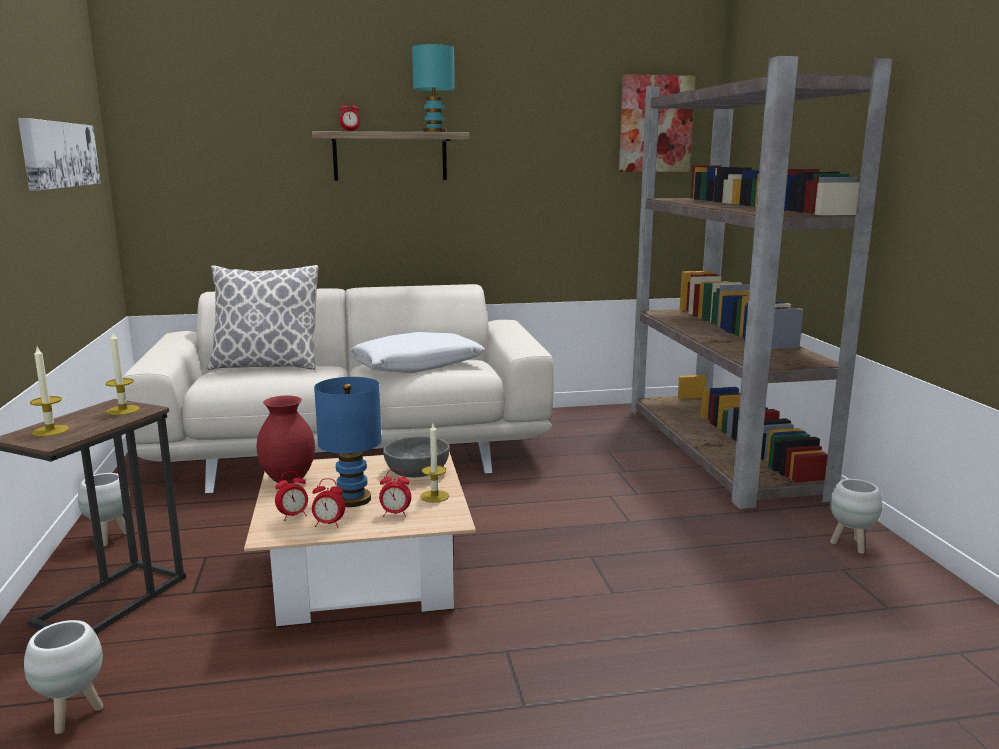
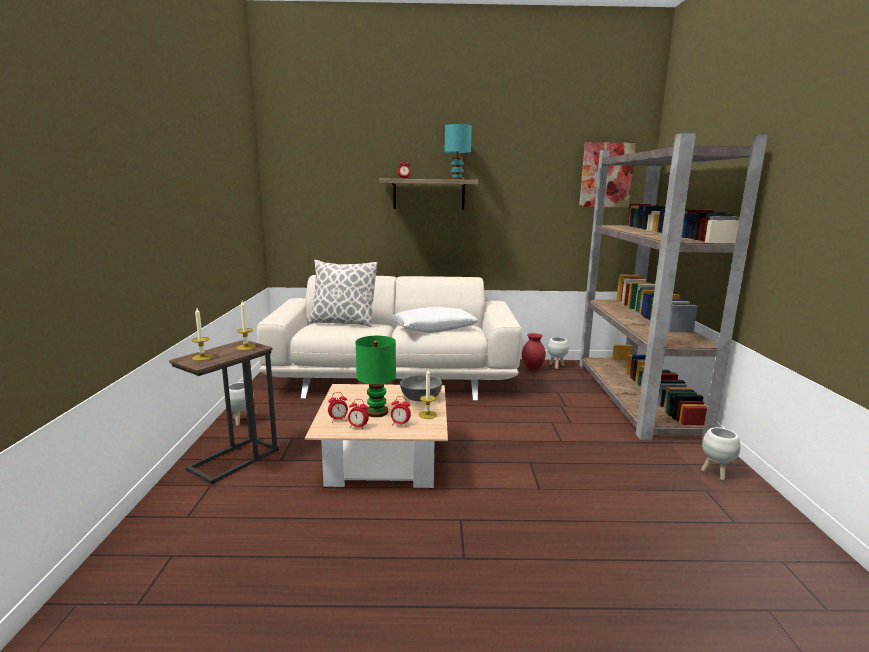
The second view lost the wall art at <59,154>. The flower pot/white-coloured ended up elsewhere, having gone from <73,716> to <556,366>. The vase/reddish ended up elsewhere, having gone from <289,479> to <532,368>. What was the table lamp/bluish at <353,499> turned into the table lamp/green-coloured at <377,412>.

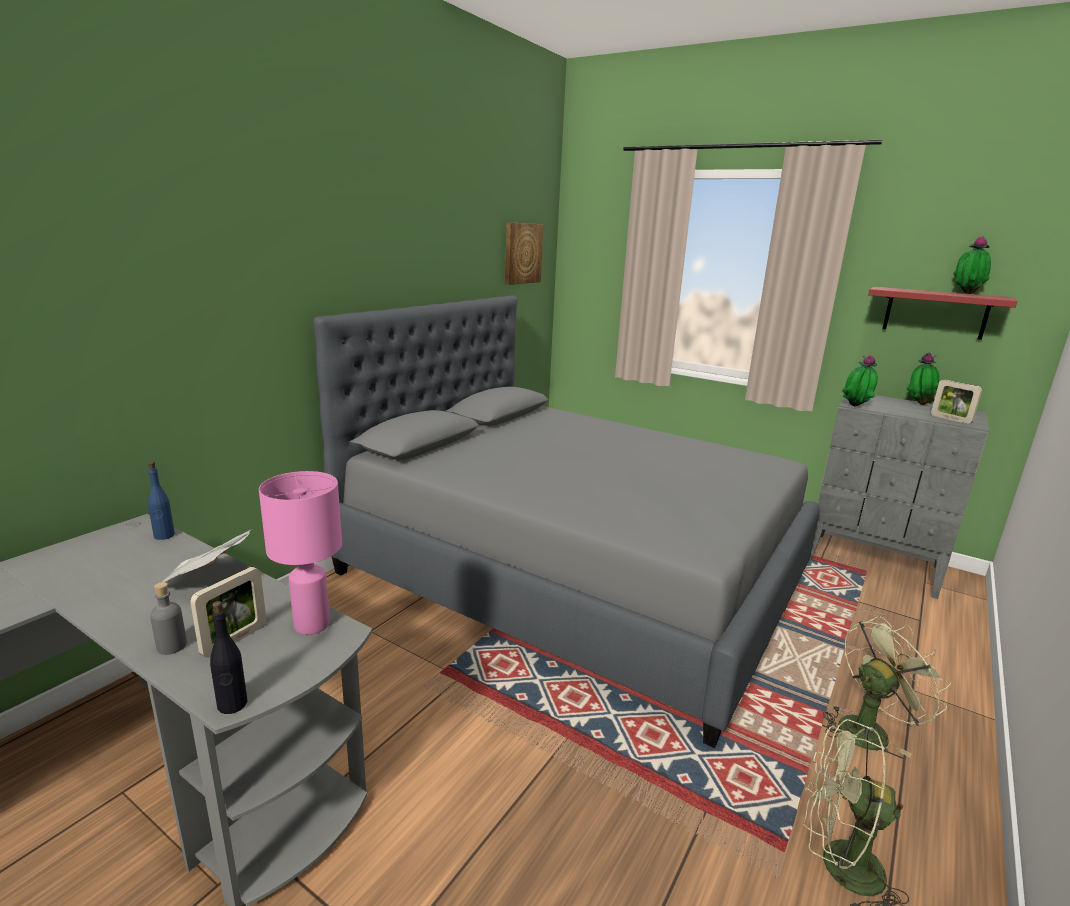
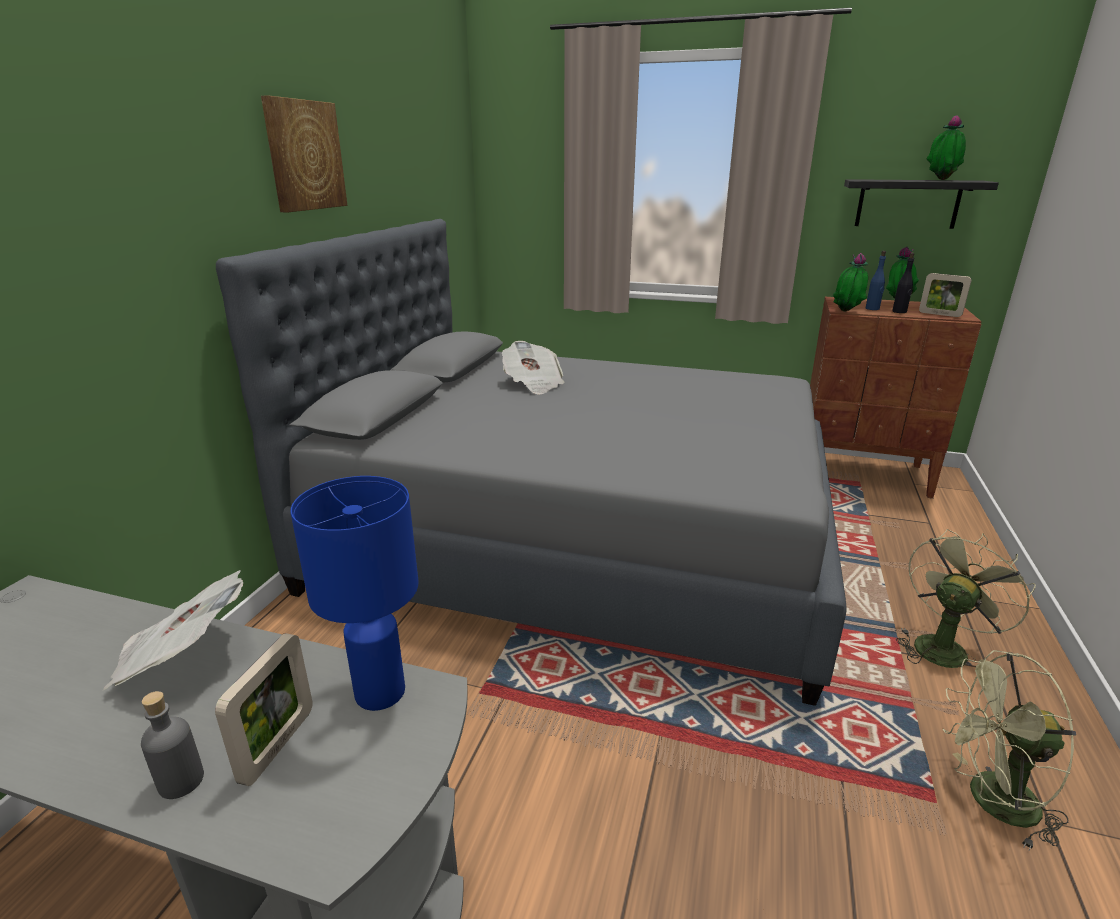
The drink bottle/bluish ended up elsewhere, having gone from <164,536> to <872,309>. The drink bottle/blackish ended up elsewhere, having gone from <232,705> to <899,312>. What was the table lamp/pinkish at <313,625> turned into the table lamp/bluish at <381,692>. The wall art ended up elsewhere, having gone from <522,253> to <304,155>. What was the drawer chest/gray at <873,565> turned into the drawer chest/brown-coloured at <862,475>. What was the wall shelf/reddish at <935,313> turned into the wall shelf/blackish at <907,203>. The second view gained the daily paper at <533,384>.

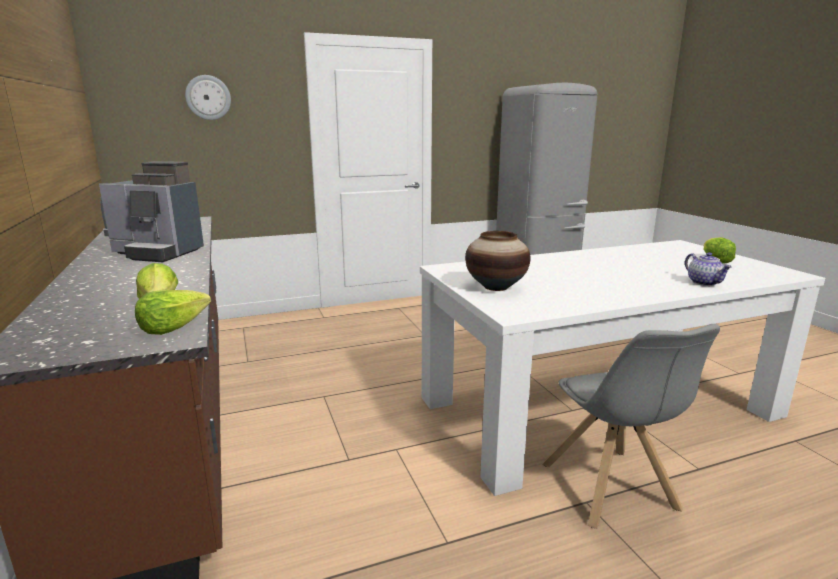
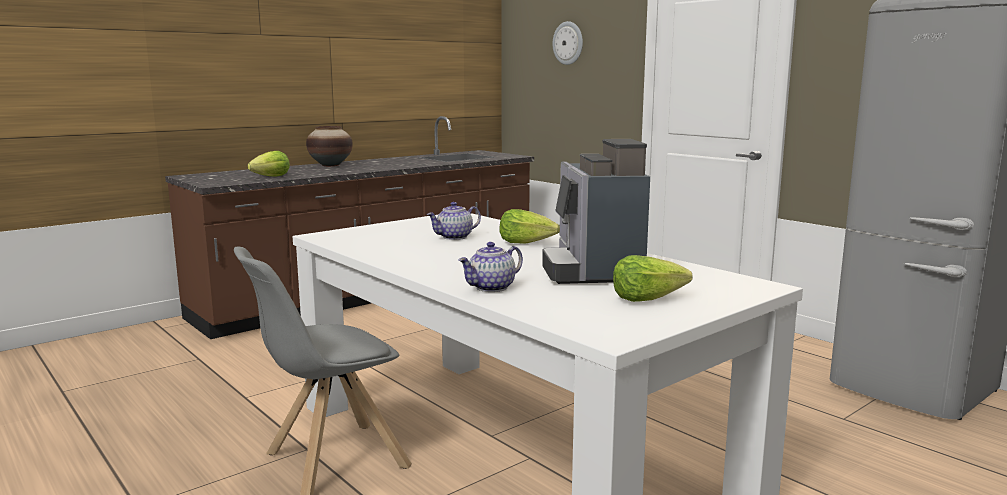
The coffee maker ended up elsewhere, having gone from <158,253> to <592,271>. The head of lettuce ended up elsewhere, having gone from <173,327> to <527,243>. The vase ended up elsewhere, having gone from <495,287> to <330,165>. The second view gained the teapot at <454,237>.

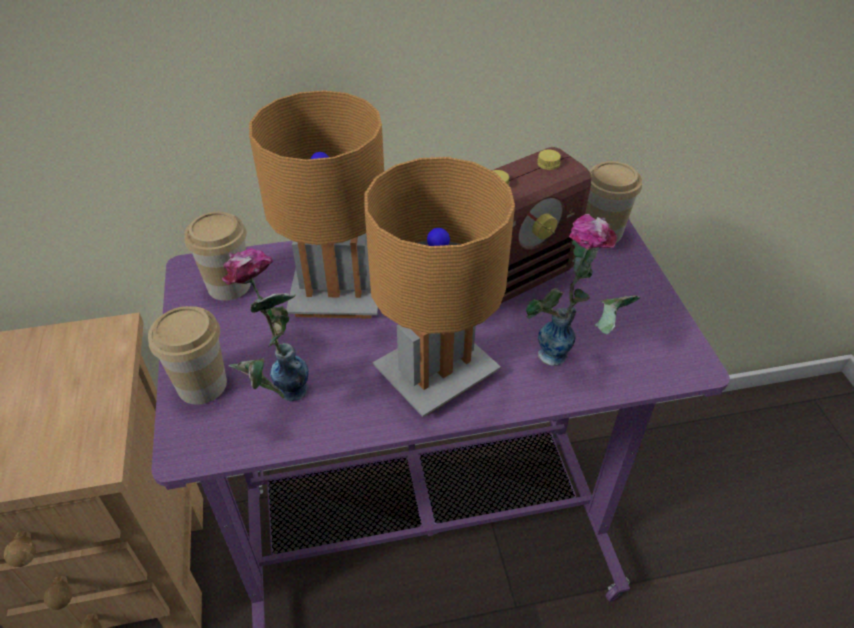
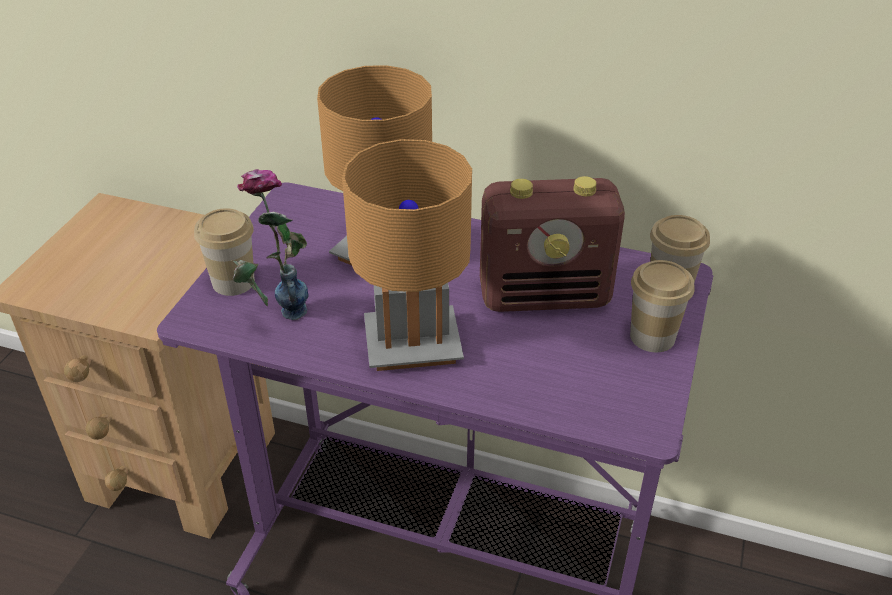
The drinking cup ended up elsewhere, having gone from <229,285> to <652,337>. The second view lost the vase at <572,362>.

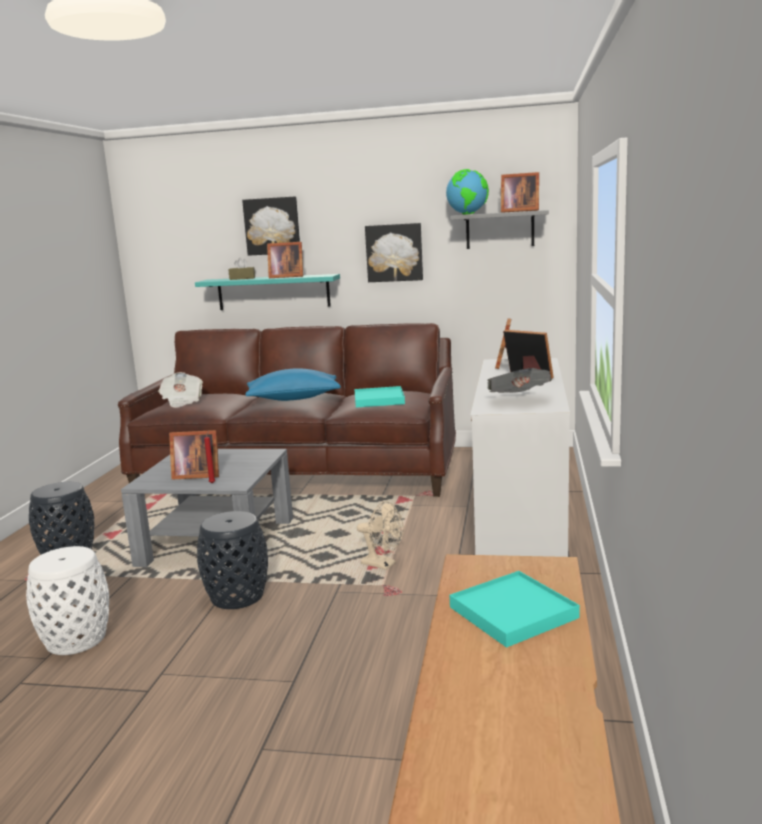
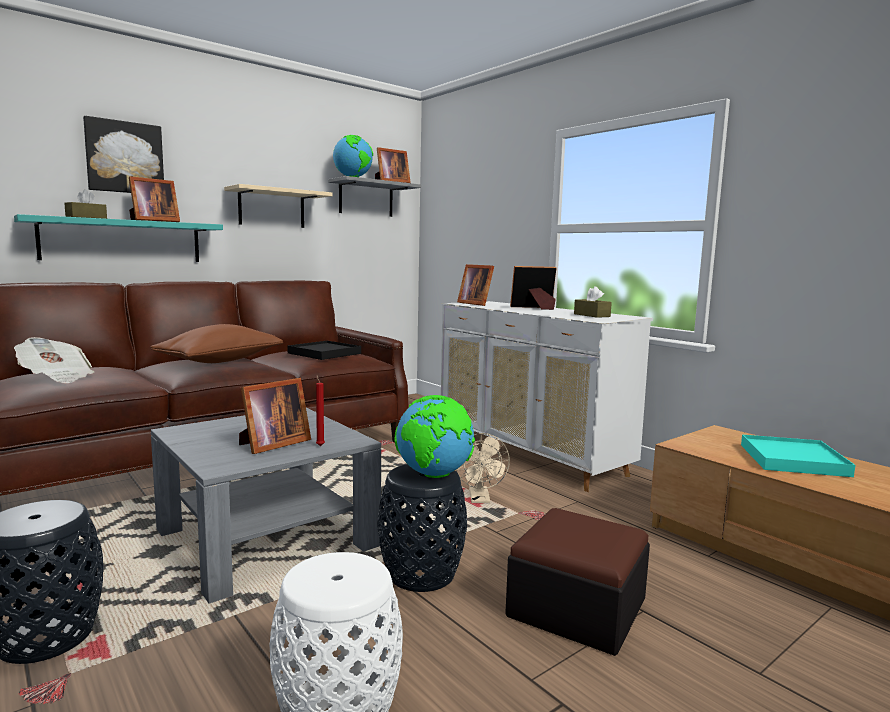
What was the cushion/bluish at <293,398> turned into the cushion/brown-coloured at <220,361>. What was the serving tray/turquoise-coloured at <379,400> turned into the serving tray/blackish at <324,353>. The fan/sand-coloured at <383,564> ended up facing another way, 105 degrees clockwise from before. Where the wall art hung at <394,252>, the wall shelf/sand-coloured came to hang at <271,208>. Where the daily paper stood at <518,399>, the tissue box/brown-coloured came to stand at <591,315>. The second view gained the desk globe at <434,475>. The second view gained the ottoman at <577,608>.

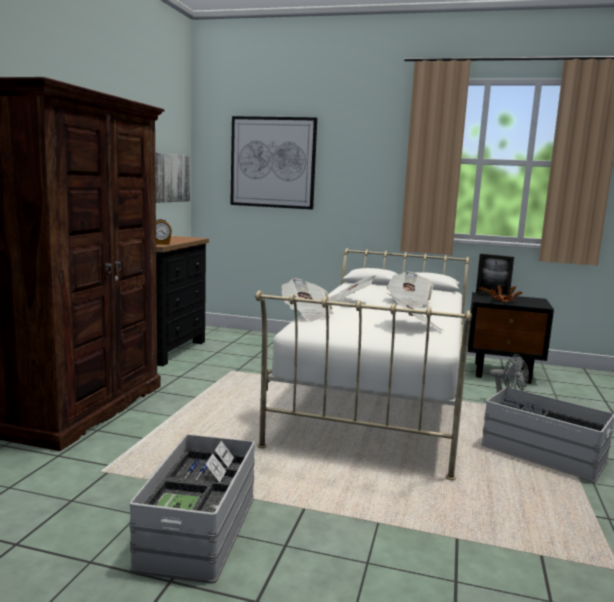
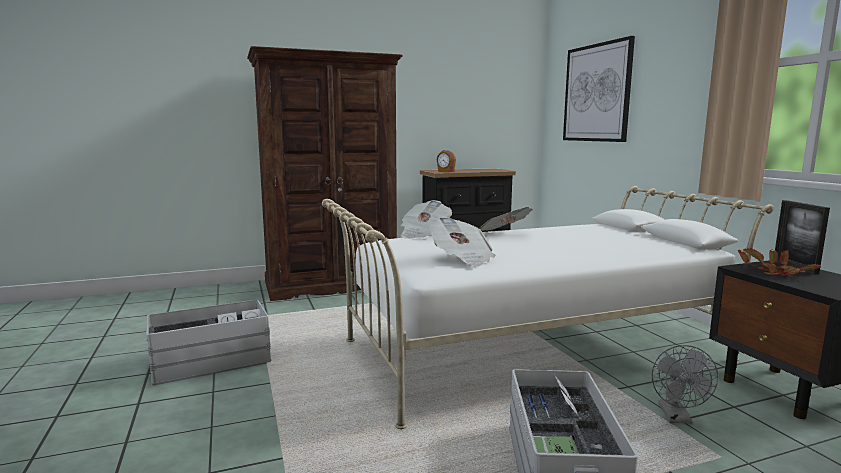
The second view lost the wall art at <169,178>. The second view lost the daily paper at <408,302>.

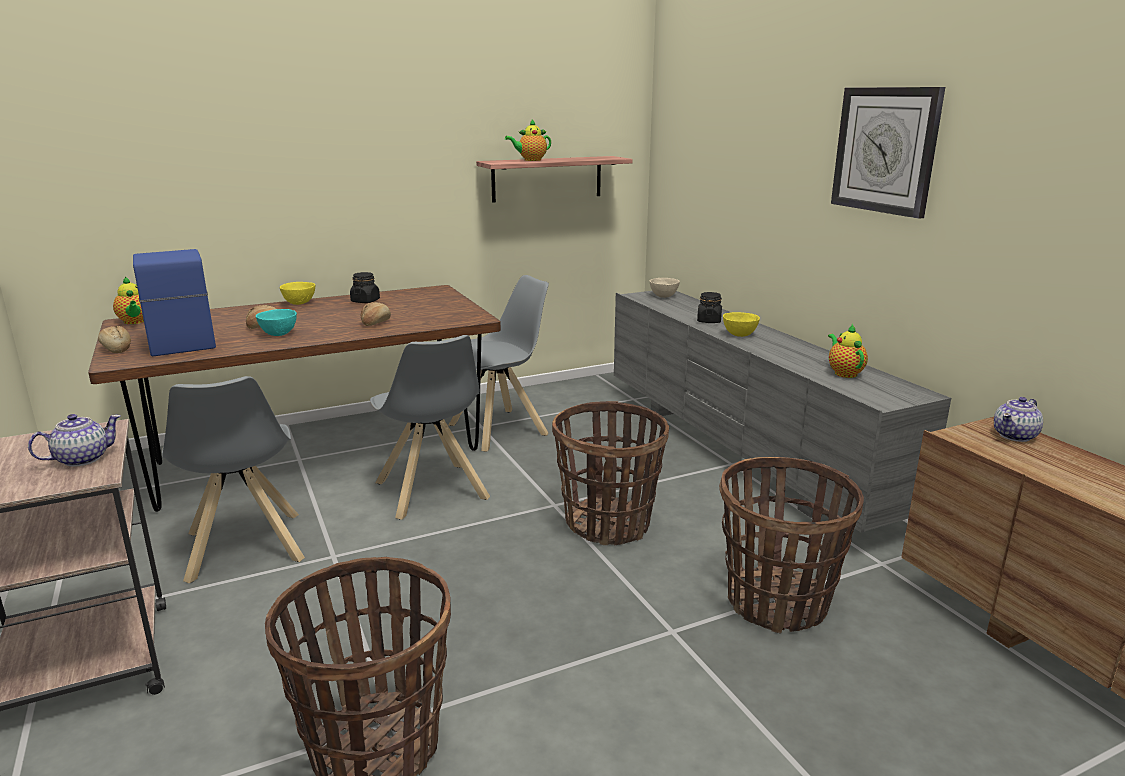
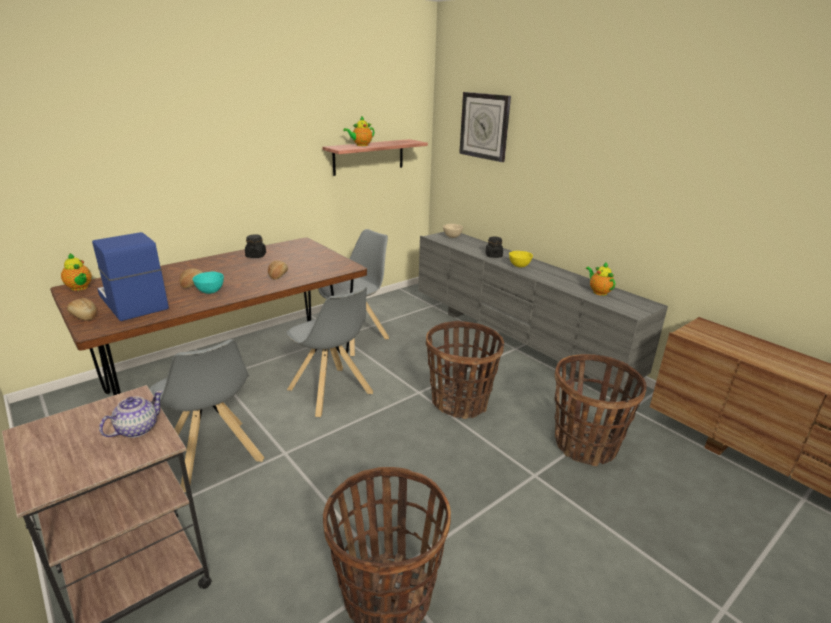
The second view lost the serving bowl/yellow at <300,303>. The wall clock ended up elsewhere, having gone from <885,150> to <484,126>. The second view lost the teapot at <1015,436>.

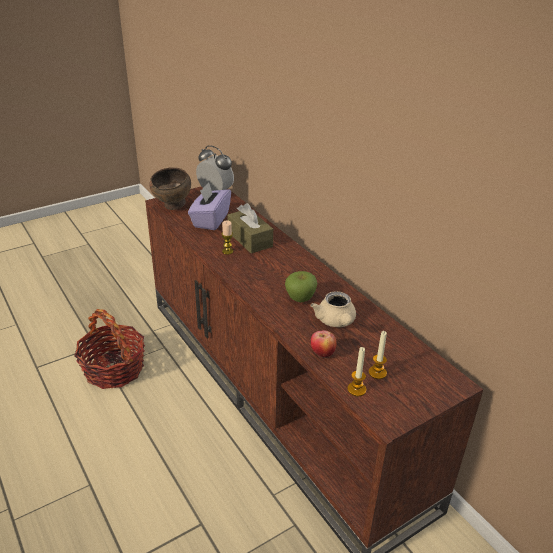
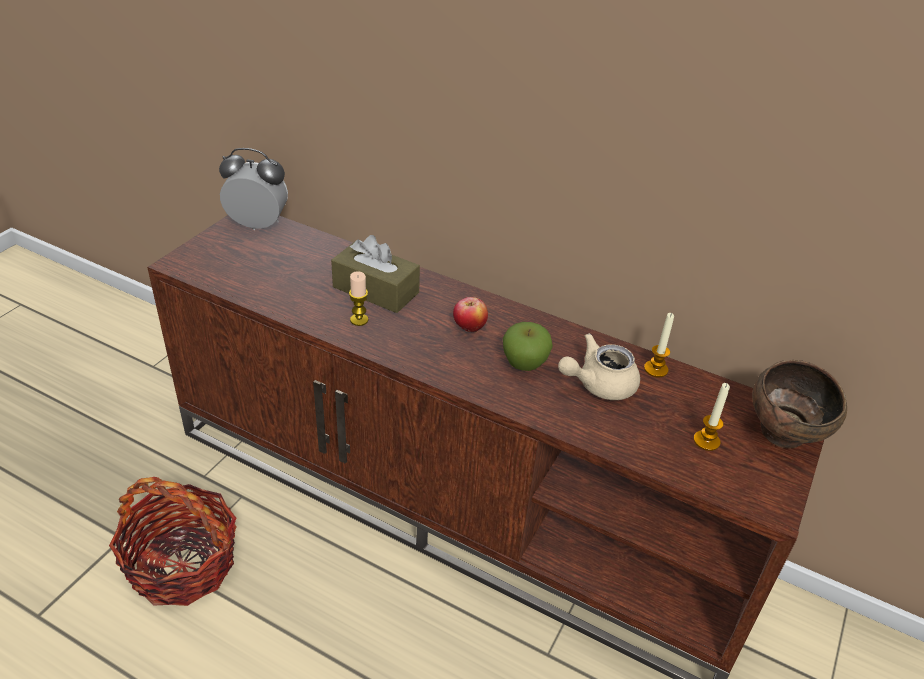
The serving bowl/brown-coloured ended up elsewhere, having gone from <173,207> to <784,438>. The second view lost the tissue box/purplish at <210,220>. The teapot/sand-coloured at <336,322> ended up facing another way, 105 degrees clockwise from before. The apple fruit ended up elsewhere, having gone from <322,354> to <469,329>. The candle ended up elsewhere, having gone from <356,389> to <655,369>.

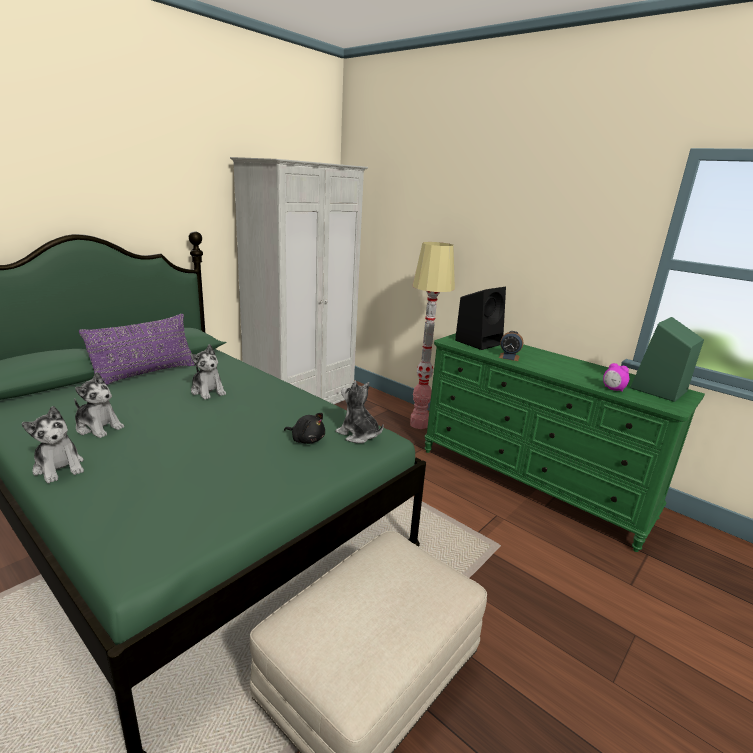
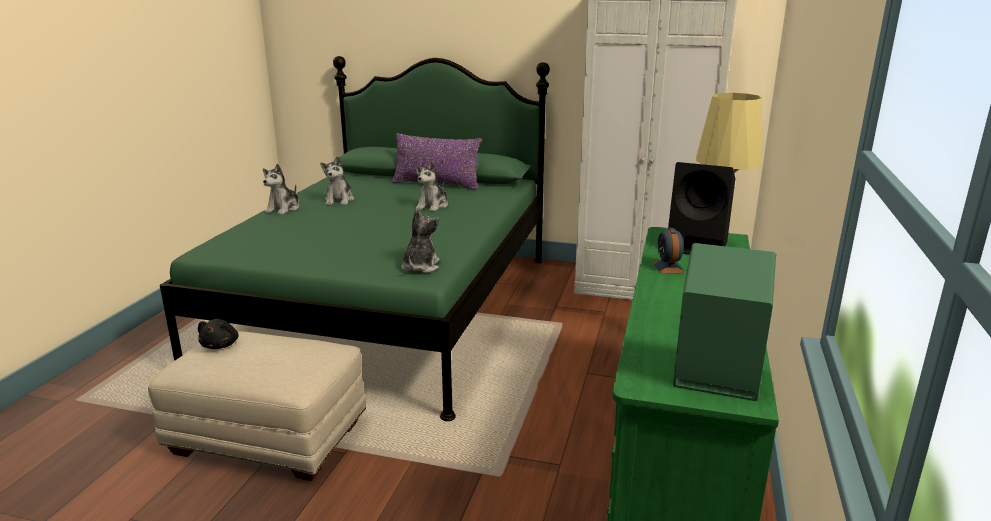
The soft toy/blackish ended up elsewhere, having gone from <306,439> to <221,345>. The second view lost the table clock at <613,389>.

